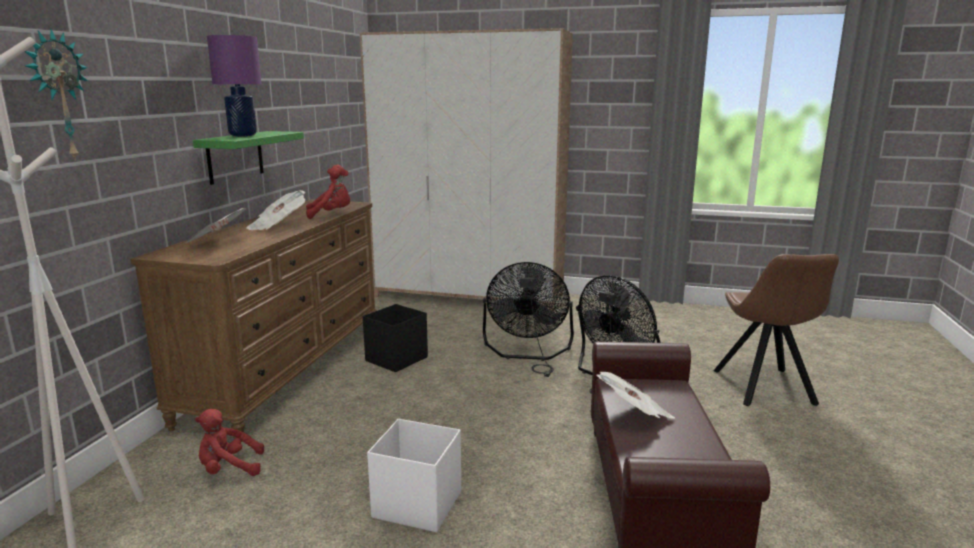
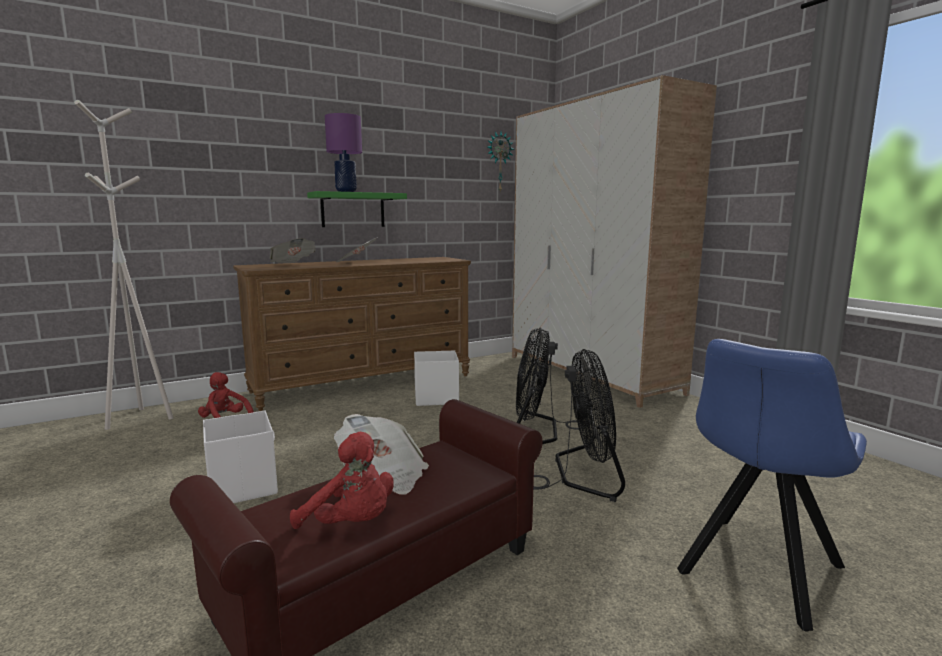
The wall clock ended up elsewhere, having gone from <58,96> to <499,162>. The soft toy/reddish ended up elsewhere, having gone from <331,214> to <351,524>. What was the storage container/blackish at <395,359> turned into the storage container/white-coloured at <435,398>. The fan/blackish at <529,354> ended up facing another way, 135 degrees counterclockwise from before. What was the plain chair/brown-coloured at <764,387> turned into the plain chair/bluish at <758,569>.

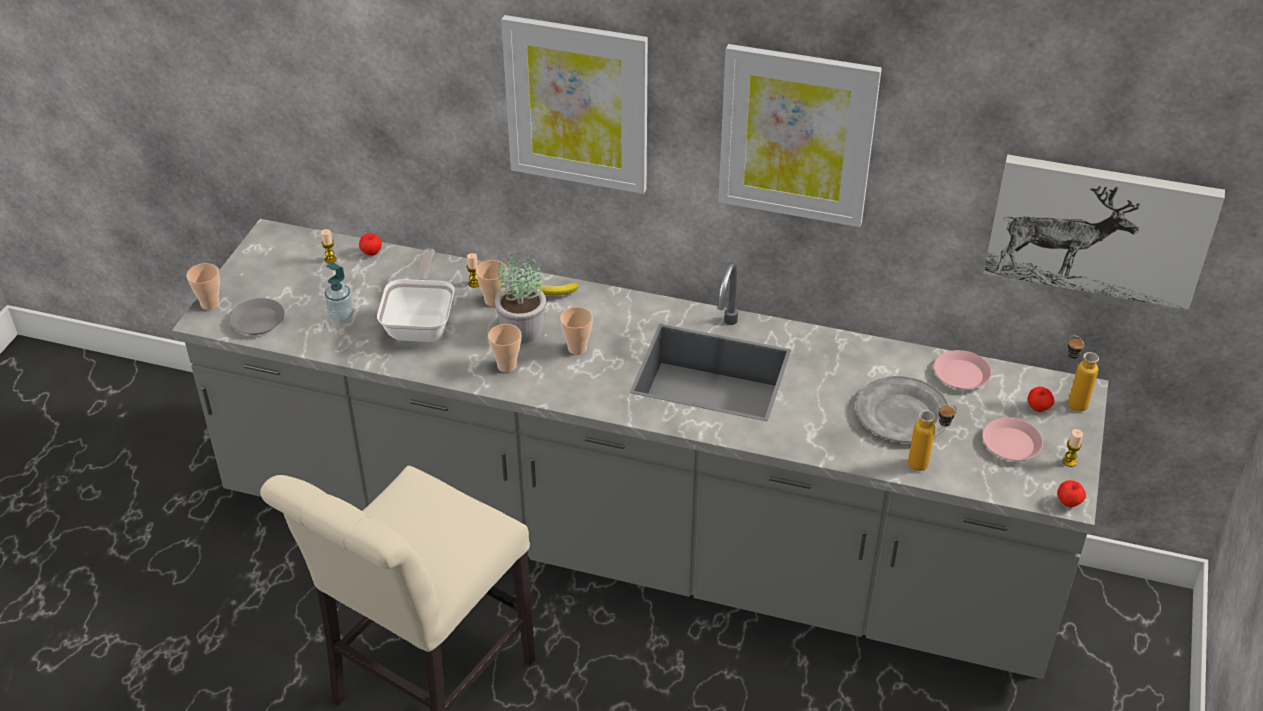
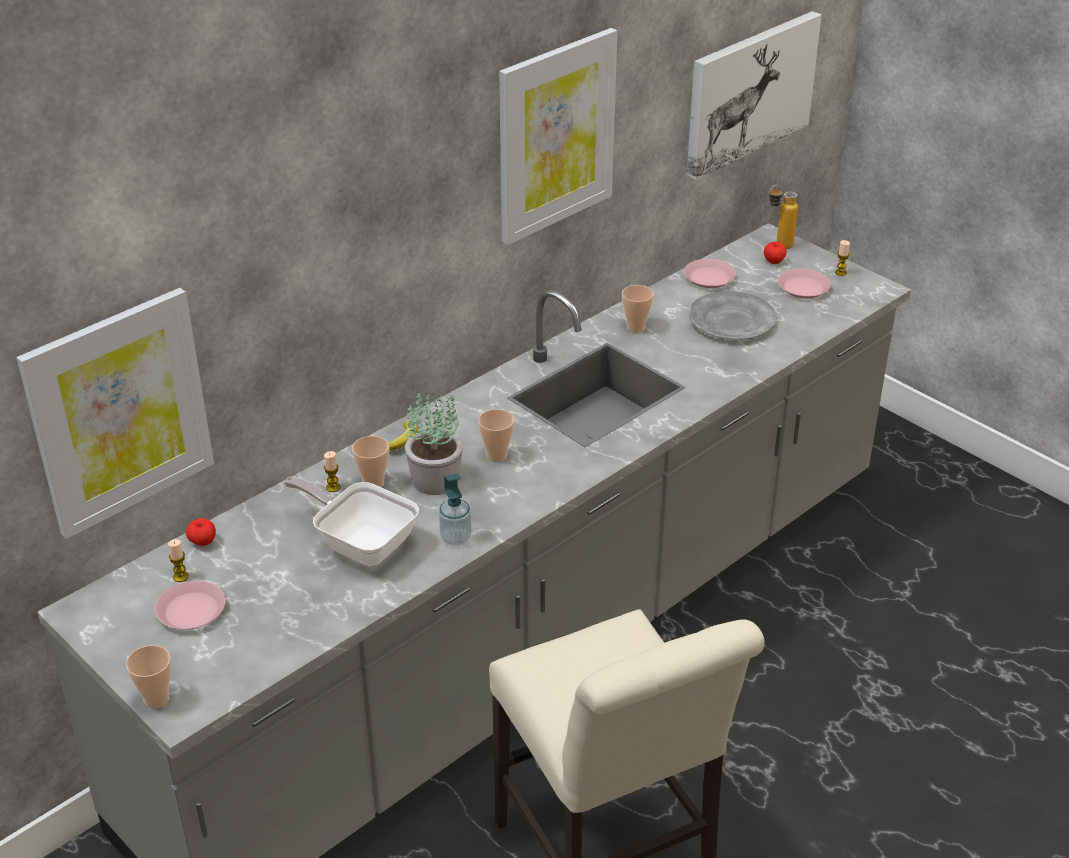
The second view lost the dinner plate/gray at <258,321>. The soap bottle ended up elsewhere, having gone from <341,317> to <455,538>. The drinking cup ended up elsewhere, having gone from <507,366> to <636,327>. The wall art ended up elsewhere, having gone from <577,104> to <119,412>. The second view lost the drink bottle at <926,464>. The second view lost the apple fruit at <1068,502>. The second view gained the dinner plate/pinkish at <192,611>.

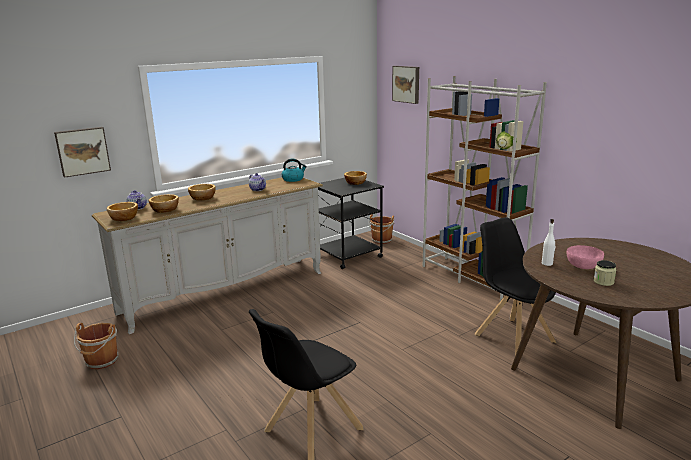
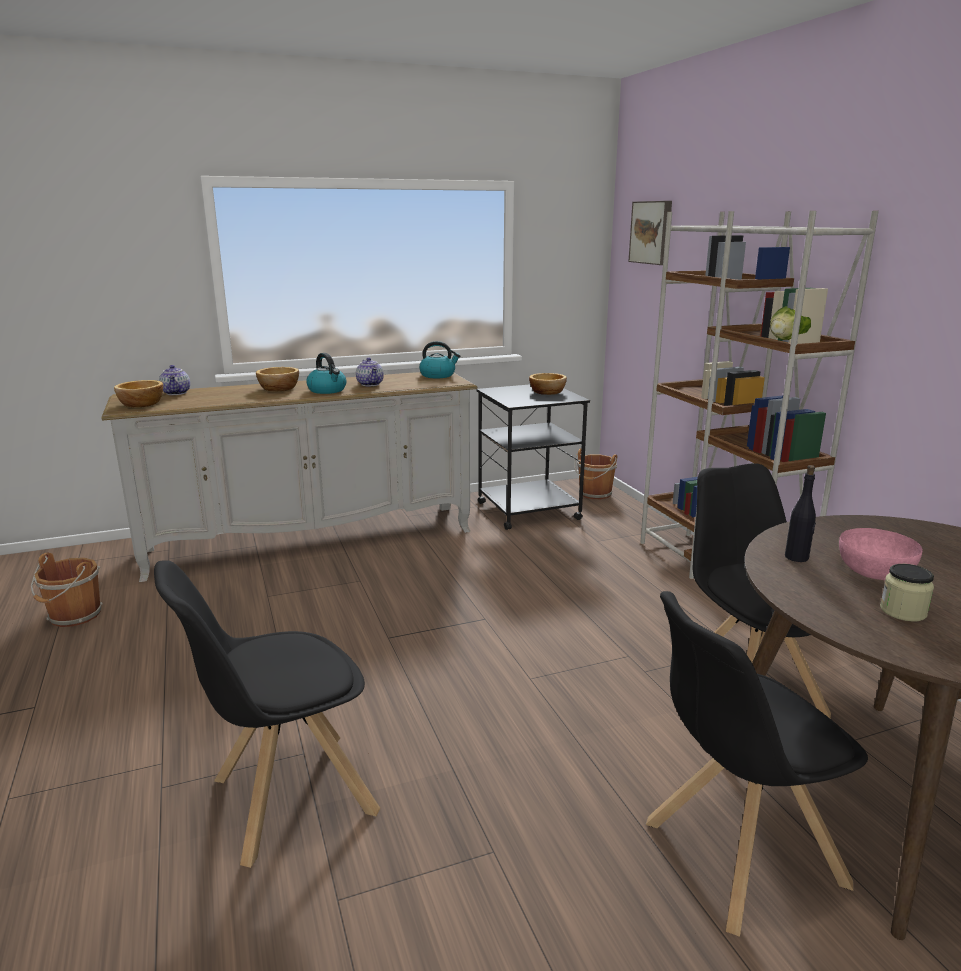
The second view lost the wall art at <82,151>. The second view lost the serving bowl at <165,210>. What was the drink bottle/white-coloured at <547,263> turned into the drink bottle/blackish at <797,557>. The second view gained the water kettle at <327,390>. The second view gained the plain chair/blackish at <736,855>.

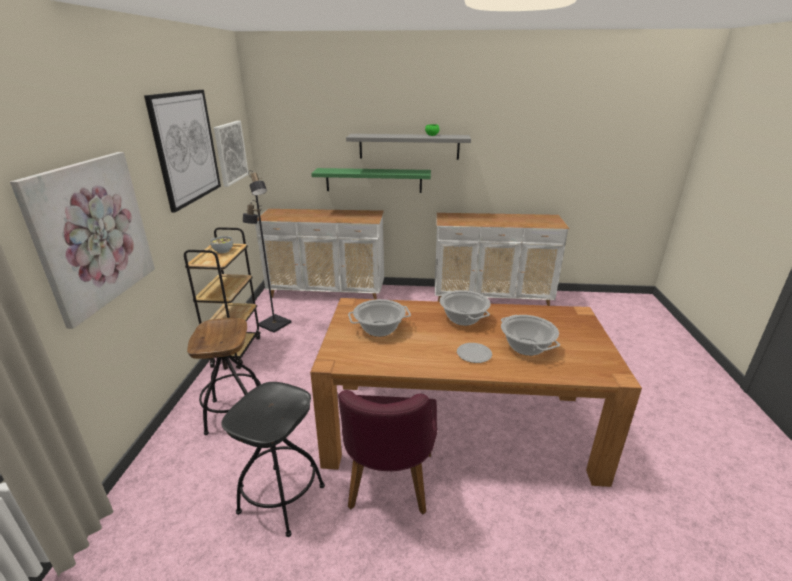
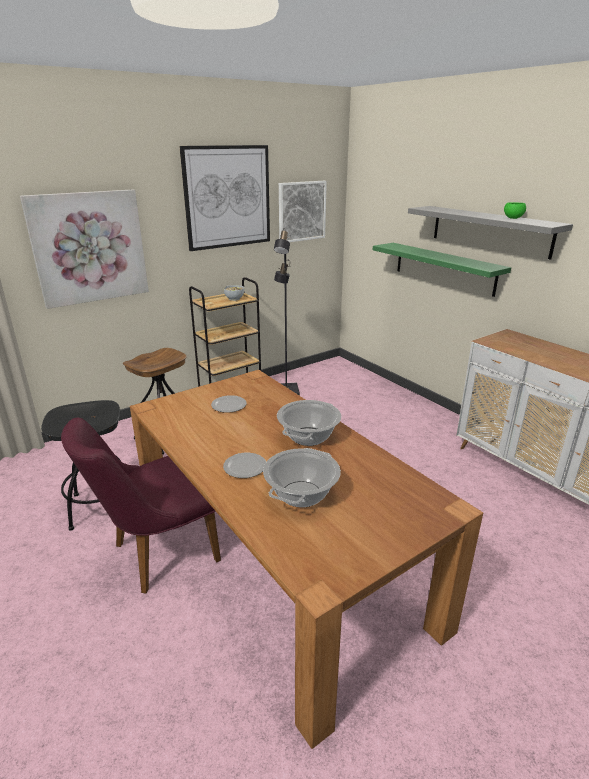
The second view lost the storage cabinet at <327,292>. Where the saucepot stood at <379,329>, the dinner plate came to stand at <228,405>.

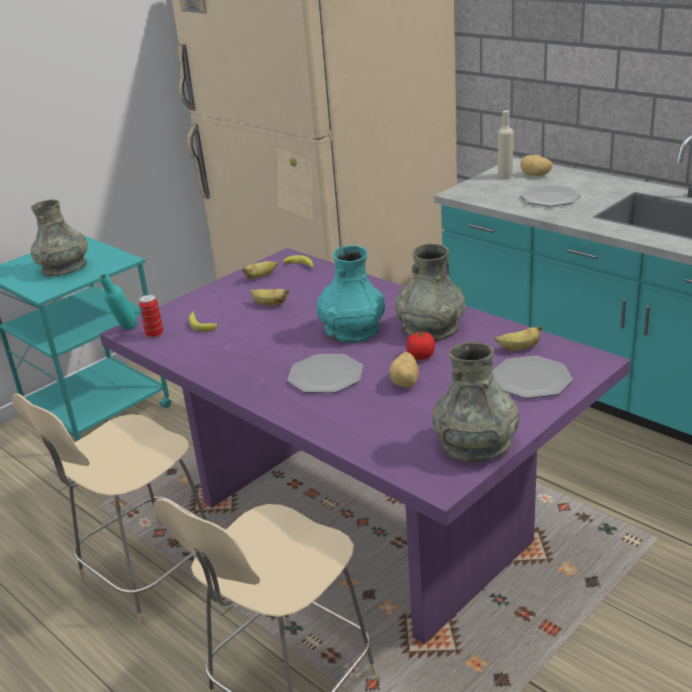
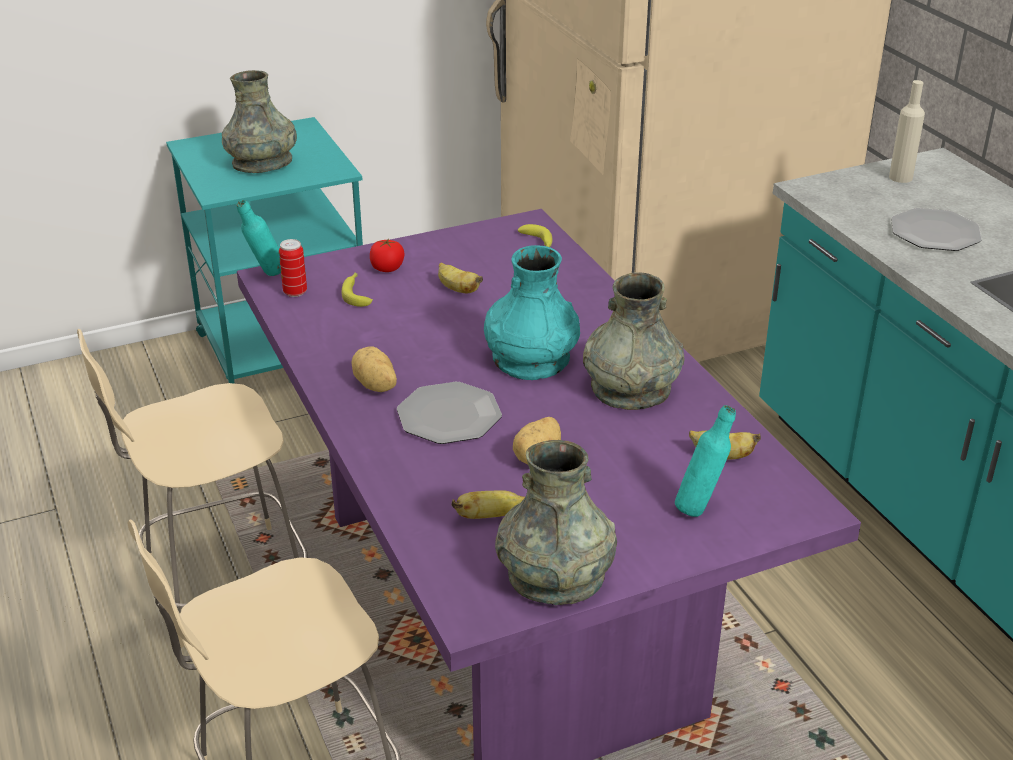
The banana fruit ended up elsewhere, having gone from <260,277> to <488,516>. The whole tomato ended up elsewhere, having gone from <421,356> to <387,268>. Where the dinner plate stood at <531,379>, the drink bottle/turquoise-coloured came to stand at <700,507>. The whole potato ended up elsewhere, having gone from <535,175> to <375,386>.

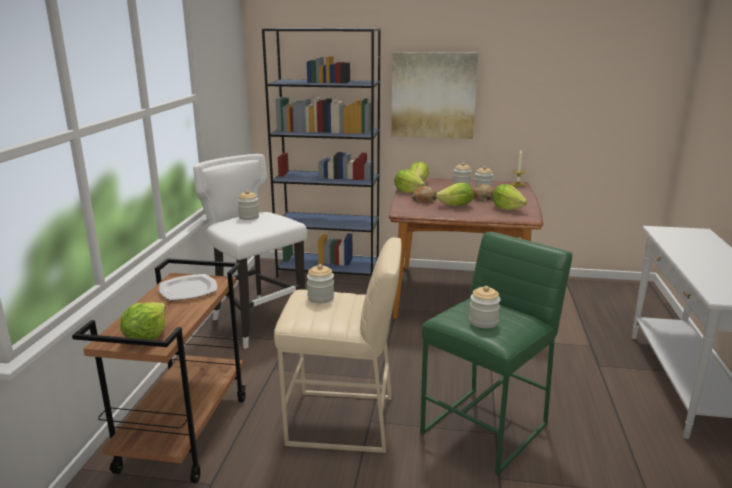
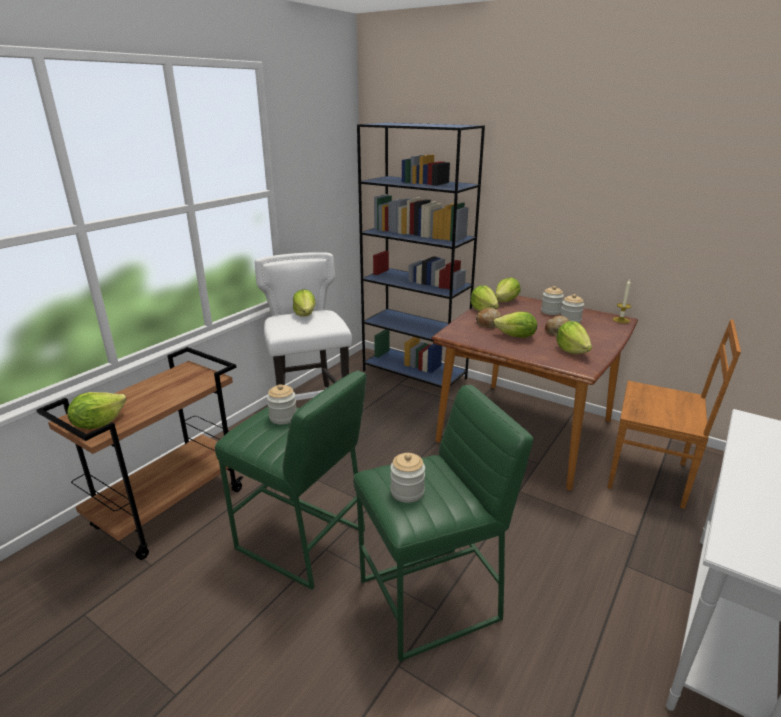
The second view lost the dinner plate at <188,290>. Where the jar stood at <249,217>, the head of lettuce came to stand at <305,314>. What was the stool seat/sand-coloured at <343,421> turned into the stool seat/green-coloured at <302,540>. The second view lost the wall art at <433,95>. The second view gained the plain chair/brown-coloured at <650,476>.

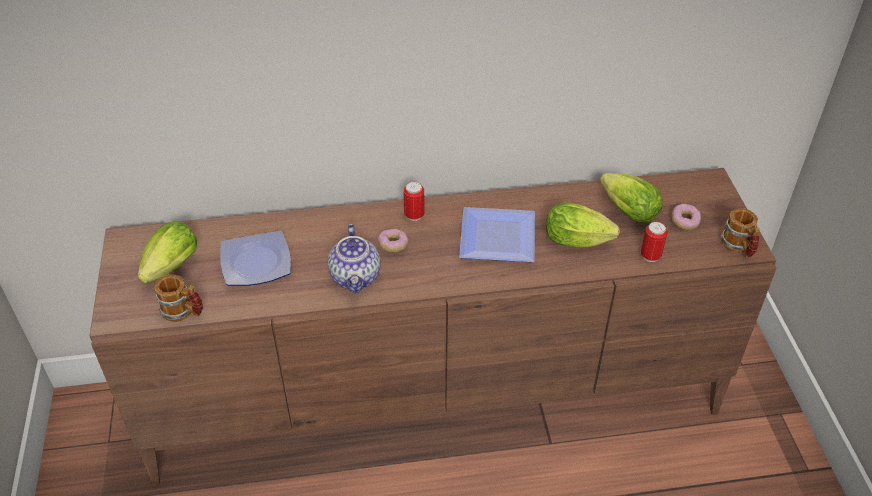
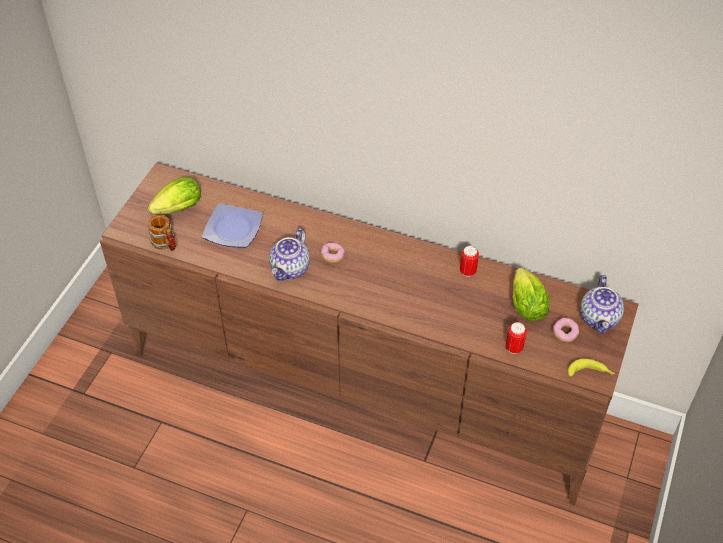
The can ended up elsewhere, having gone from <414,215> to <467,271>. The second view lost the dinner plate at <494,239>. The second view lost the head of lettuce at <580,241>. Where the tea mug stood at <738,247>, the banana fruit came to stand at <590,373>. The second view gained the teapot at <599,318>.

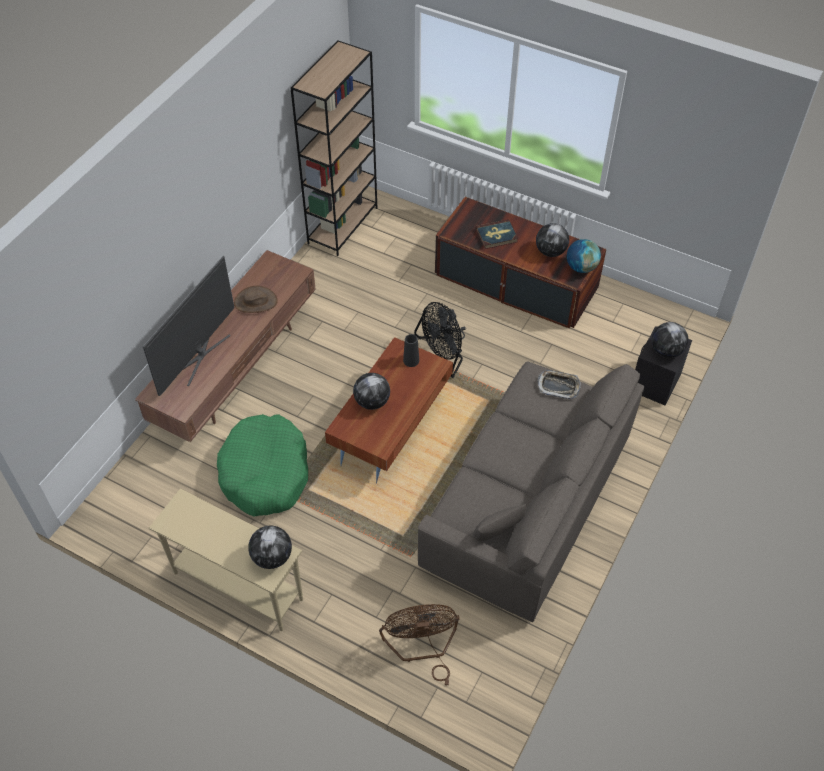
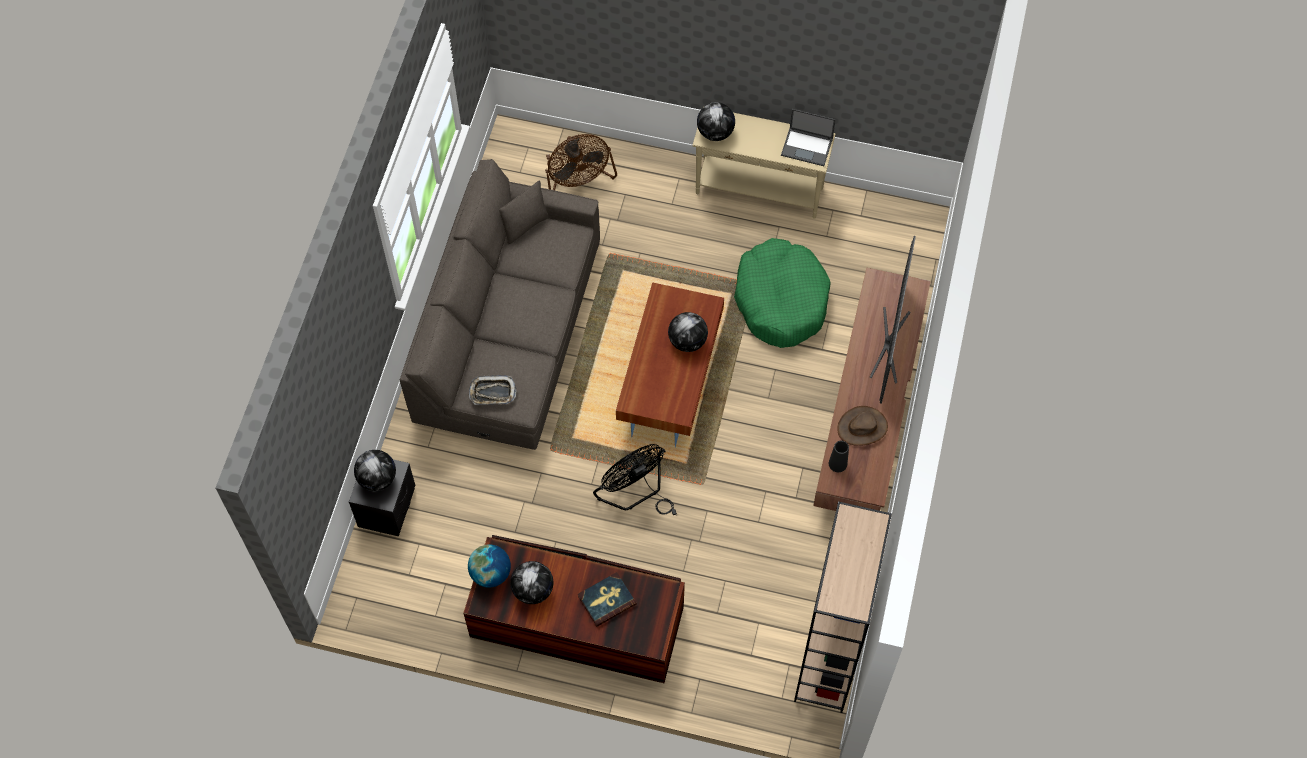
The vase/blackish ended up elsewhere, having gone from <411,360> to <837,463>. The fan/blackish at <444,351> ended up facing another way, 75 degrees counterclockwise from before. The second view gained the laptop at <807,147>.

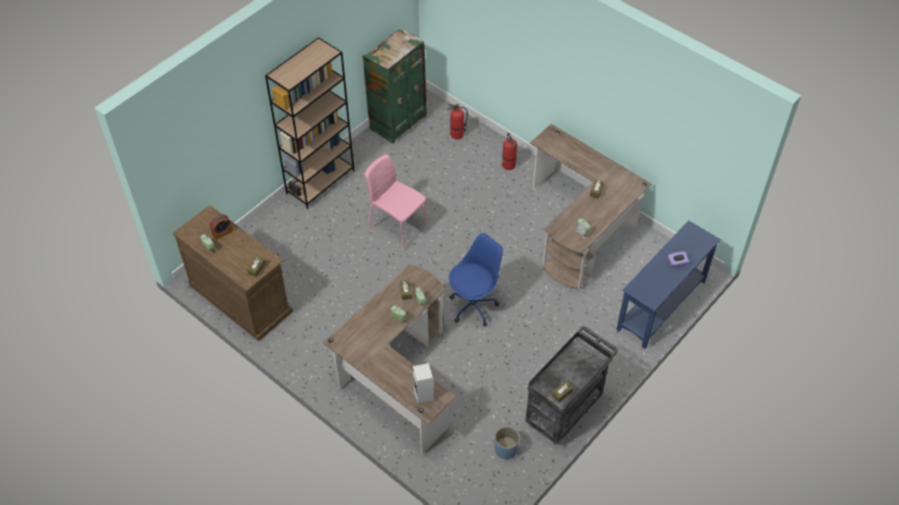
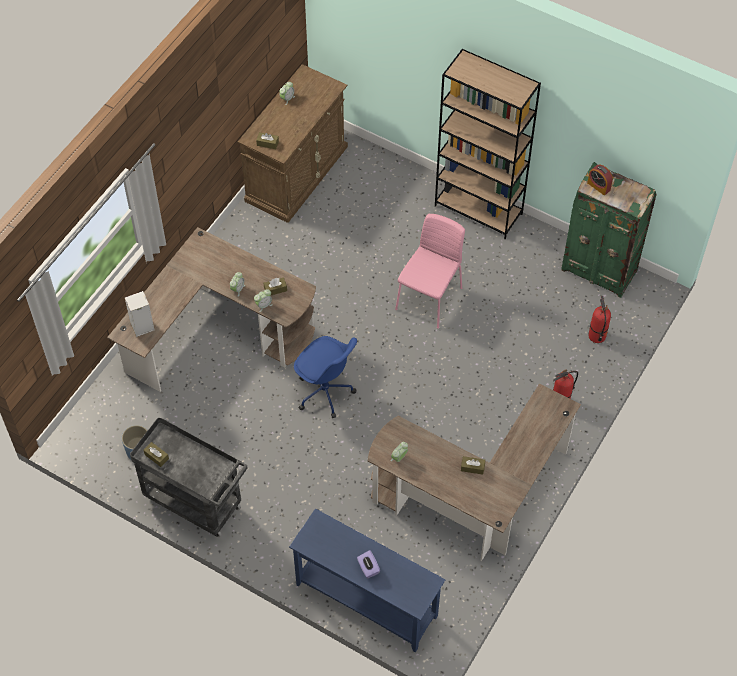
The table clock ended up elsewhere, having gone from <222,232> to <598,186>.

